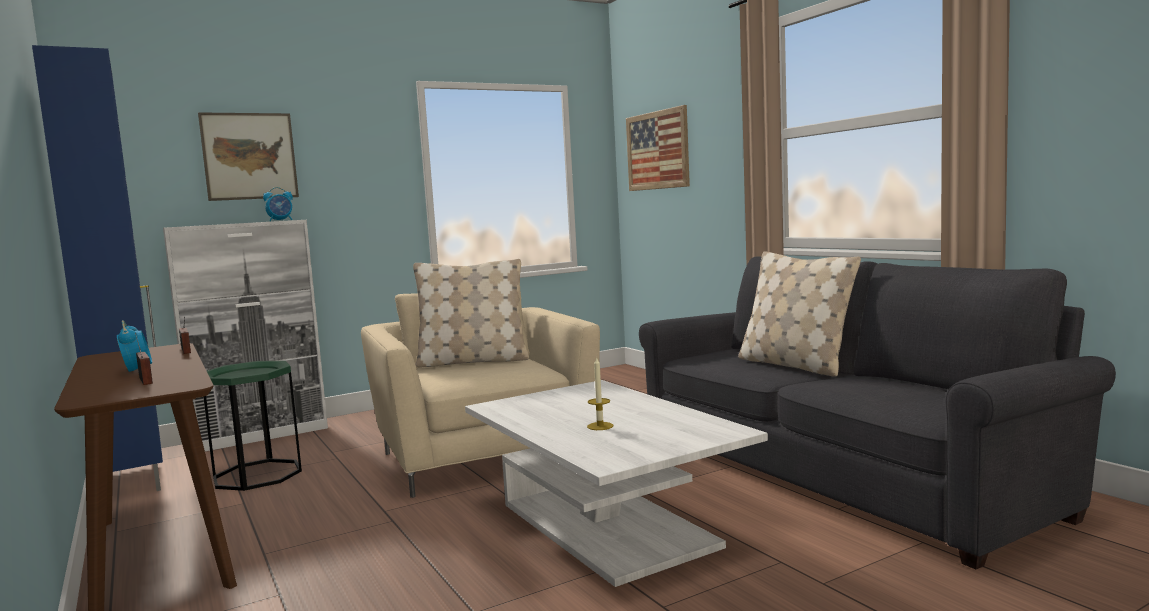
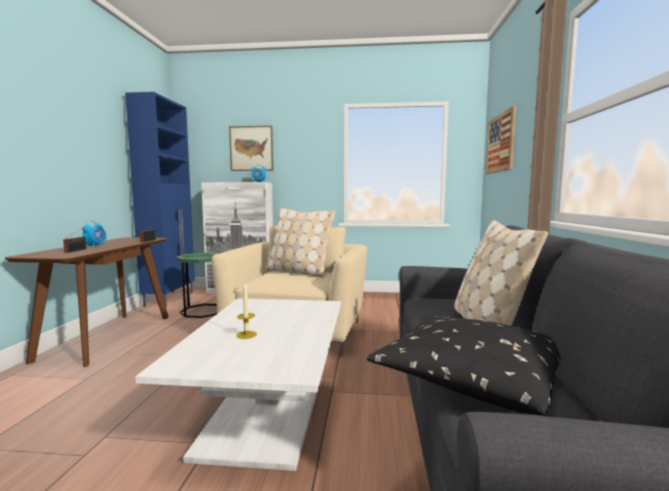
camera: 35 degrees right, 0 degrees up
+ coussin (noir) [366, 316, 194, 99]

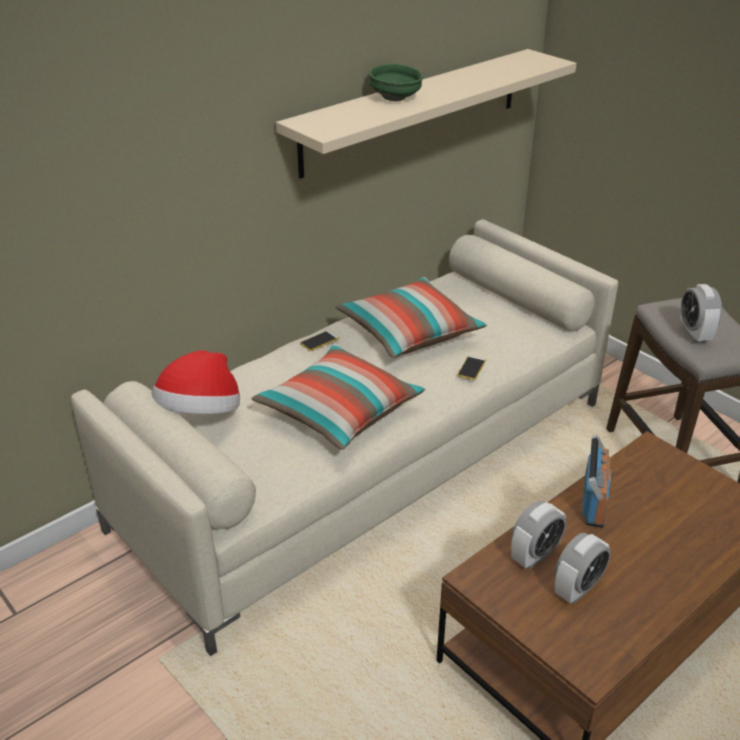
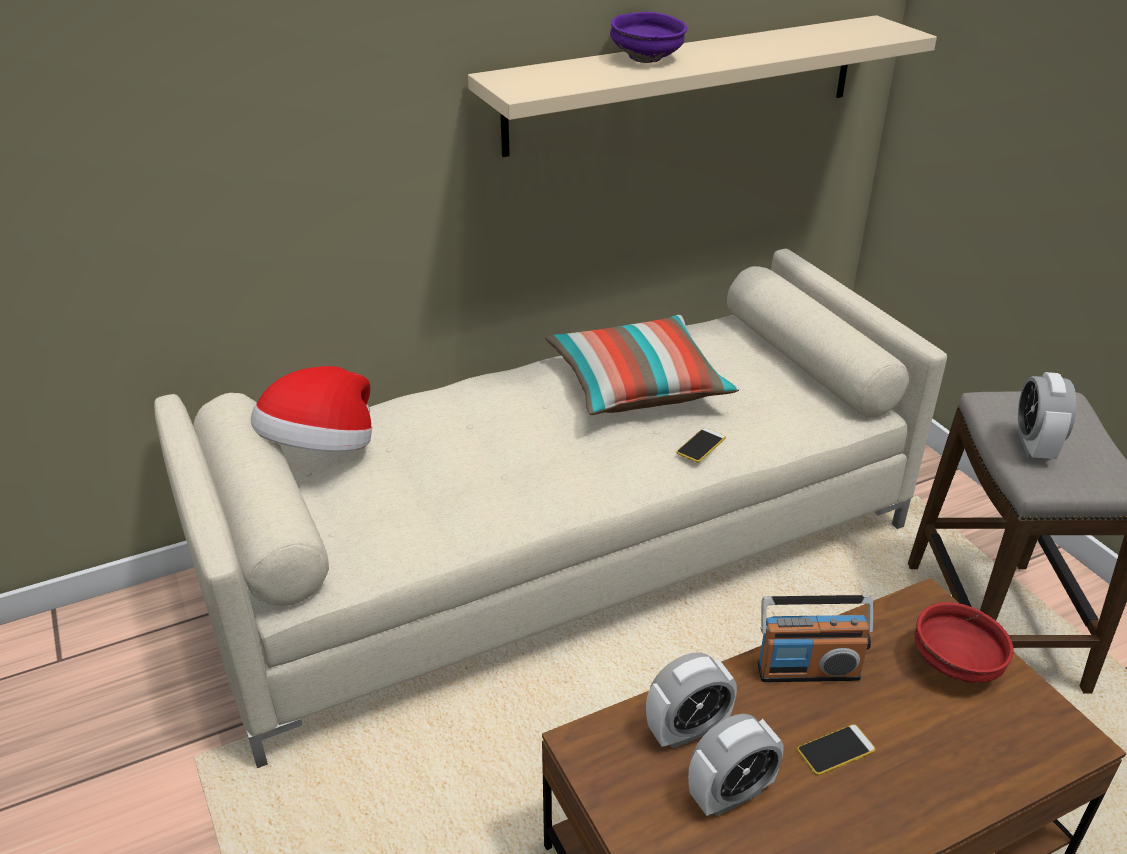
camera: 15 degrees right, 0 degrees up
- coussin [251, 344, 174, 106]
~ téléphone [300, 330, 39, 21] to [797, 724, 79, 51]
~ bol (vert) [368, 64, 55, 37] to bol (violet) [610, 12, 77, 51]
~ radio [582, 435, 30, 93] = [757, 595, 116, 87] 60 degrees clockwise
+ bol (rouge) [915, 602, 99, 81]

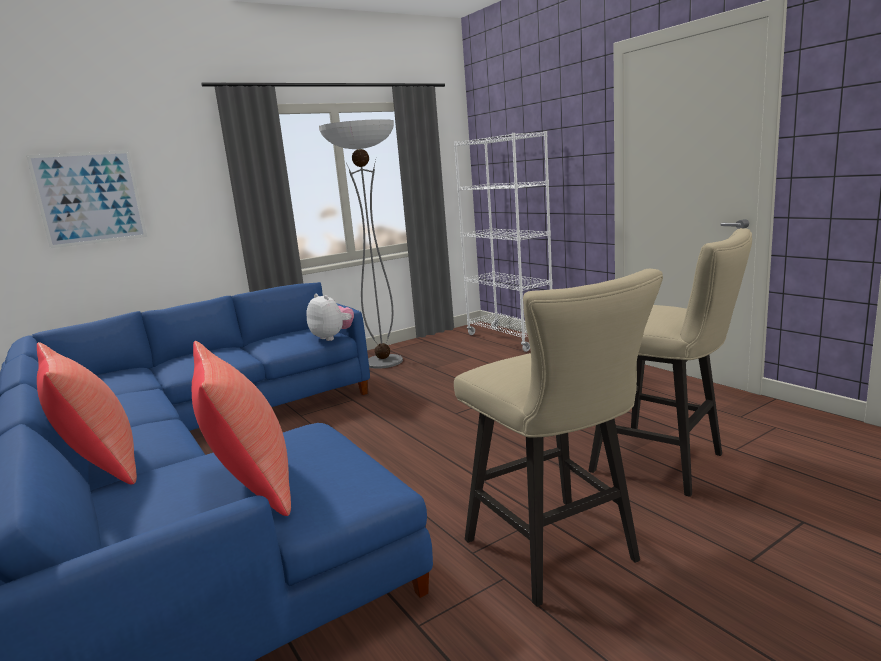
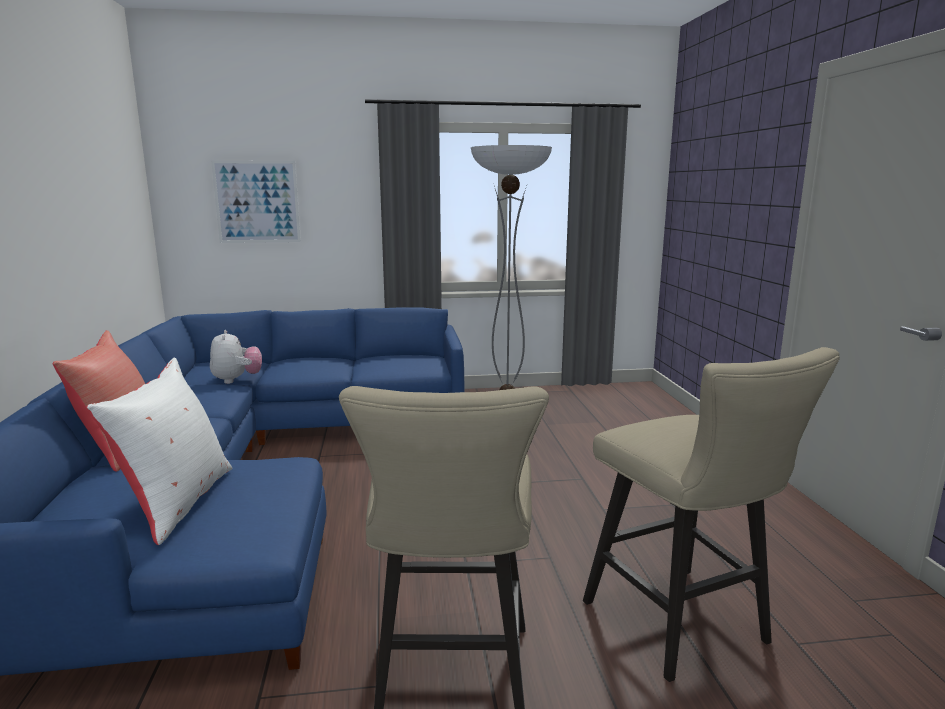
camera: 25 degrees right, 0 degrees up
~ coussin (rouge) [192, 341, 99, 175] to coussin (blanc) [86, 358, 146, 187]
~ peluche [306, 294, 48, 47] to [210, 330, 52, 54]
- bibliothèque (blanc) [454, 131, 98, 221]

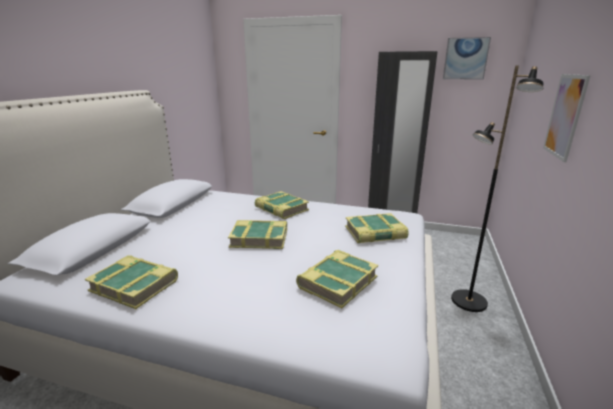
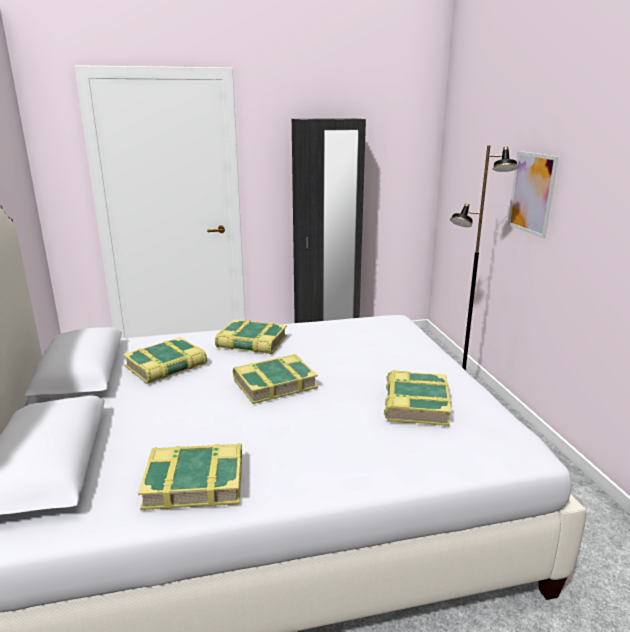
camera: 30 degrees left, 0 degrees up
~ livre [345, 213, 64, 30] to [123, 337, 84, 47]
- tableau [443, 37, 48, 43]

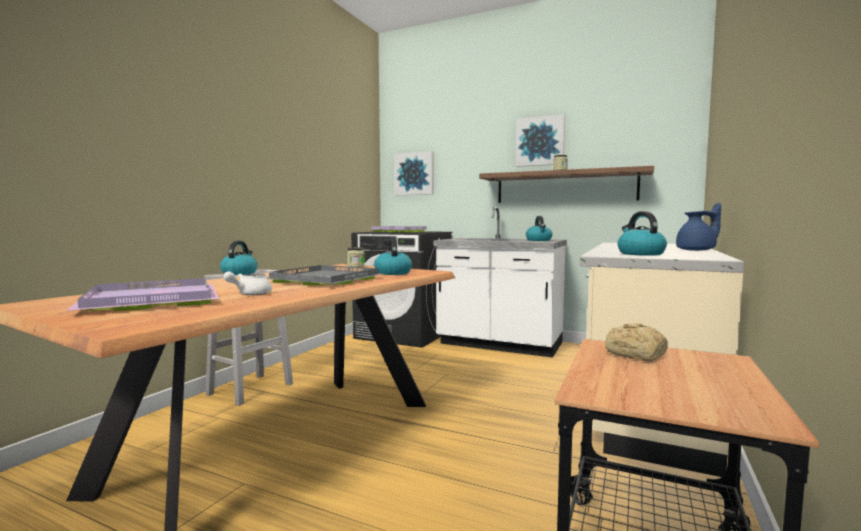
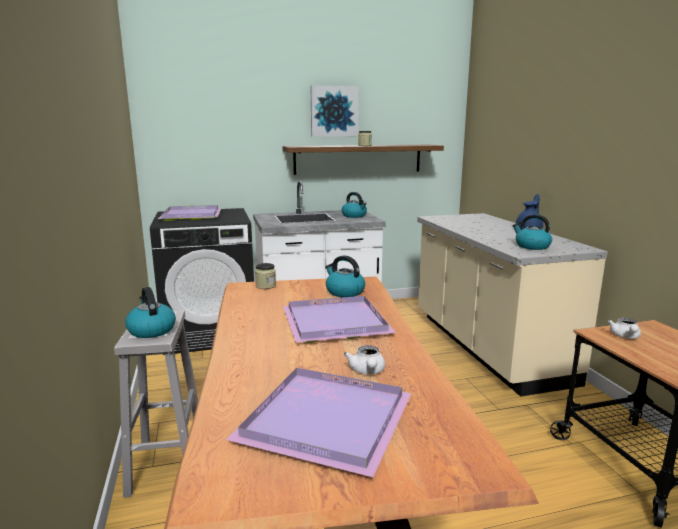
camera: 40 degrees left, 10 degrees up
~ plateau (gris) [266, 265, 118, 21] to plateau (violet) [283, 296, 113, 47]
- tableau [395, 151, 39, 44]
~ pain [605, 323, 63, 39] to théière (blanc) [608, 318, 33, 21]

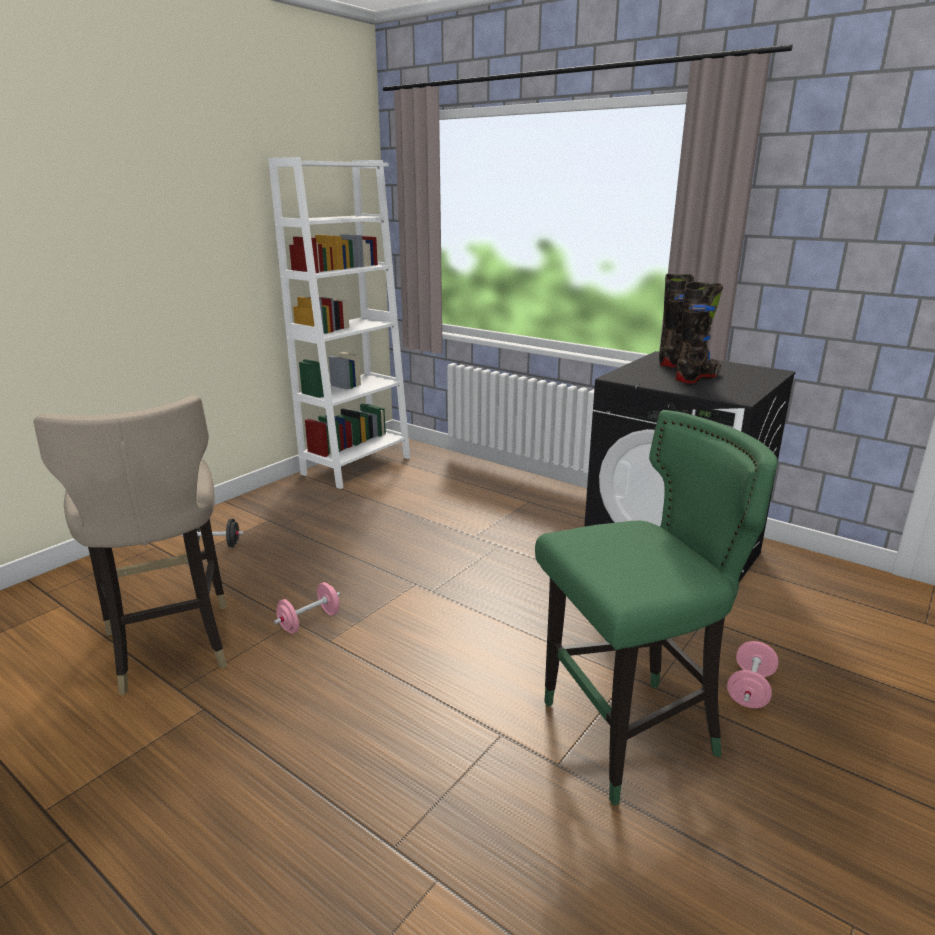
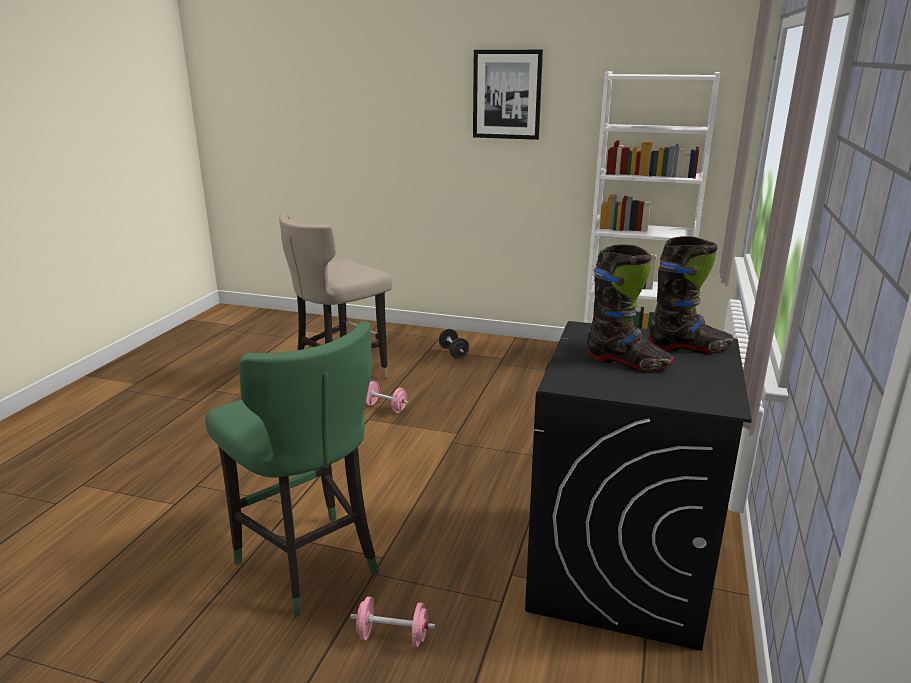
camera: 70 degrees right, 0 degrees up
+ tableau [473, 50, 70, 90]

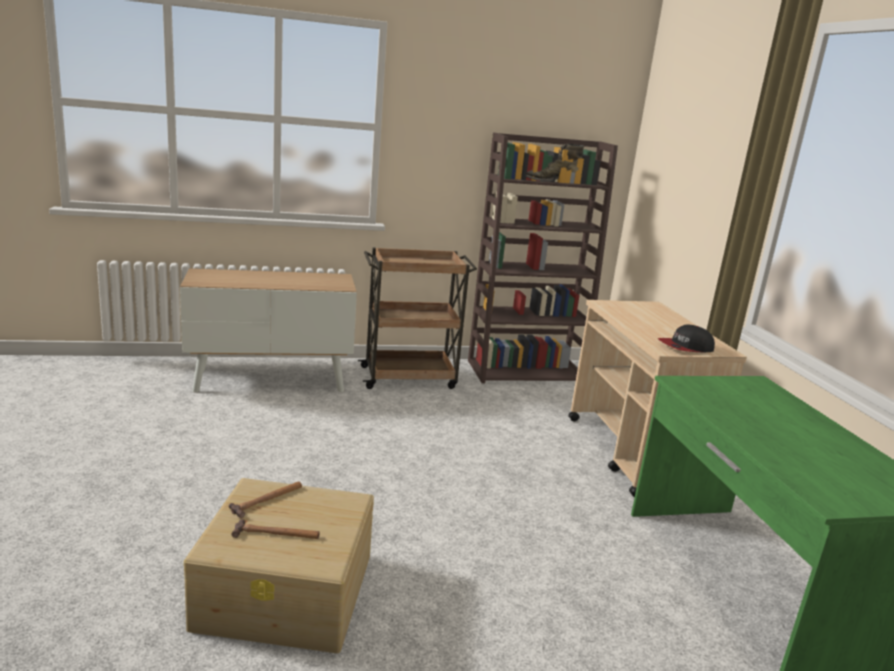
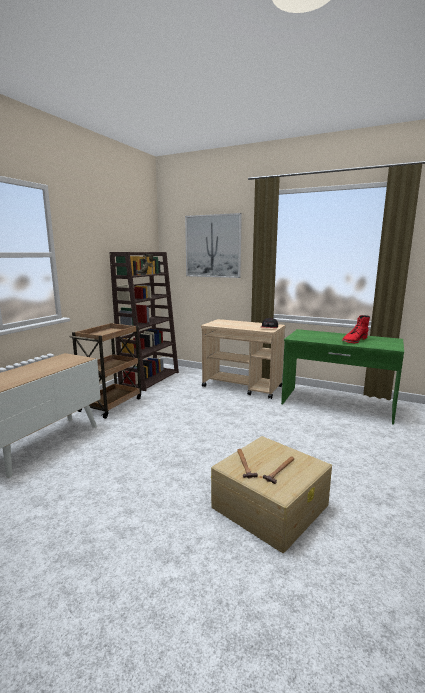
camera: 50 degrees left, 5 degrees down
+ tableau [185, 213, 57, 65]
+ botte (rouge) [342, 315, 28, 28]

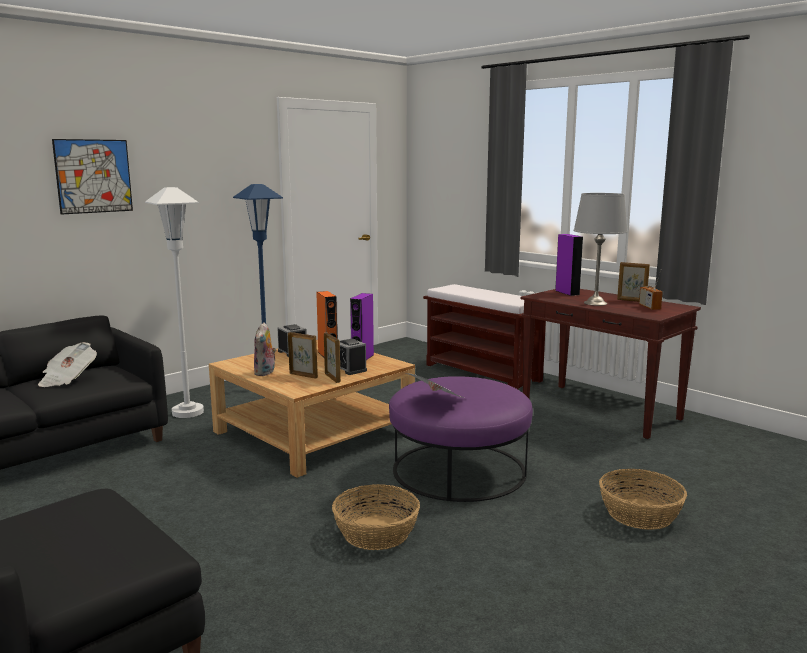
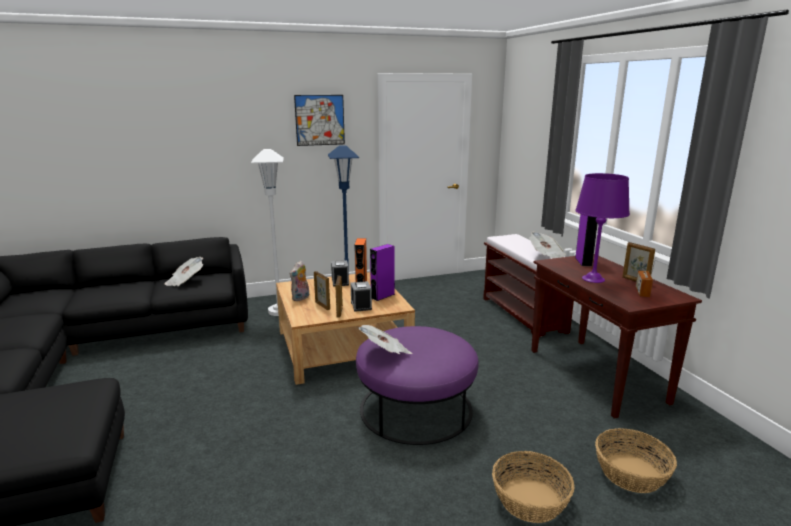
camera: 25 degrees right, 5 degrees up
~ tableau [52, 139, 81, 76] to [294, 95, 51, 51]
~ panier [332, 484, 88, 66] to [595, 428, 82, 65]
~ lampe de table (gris) [574, 193, 54, 113] to lampe de table (violet) [575, 173, 55, 110]
+ journal [529, 232, 37, 27]

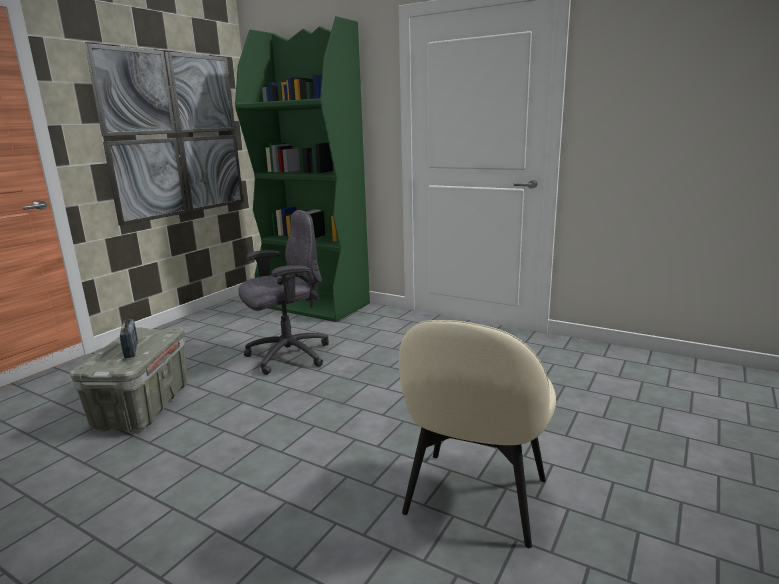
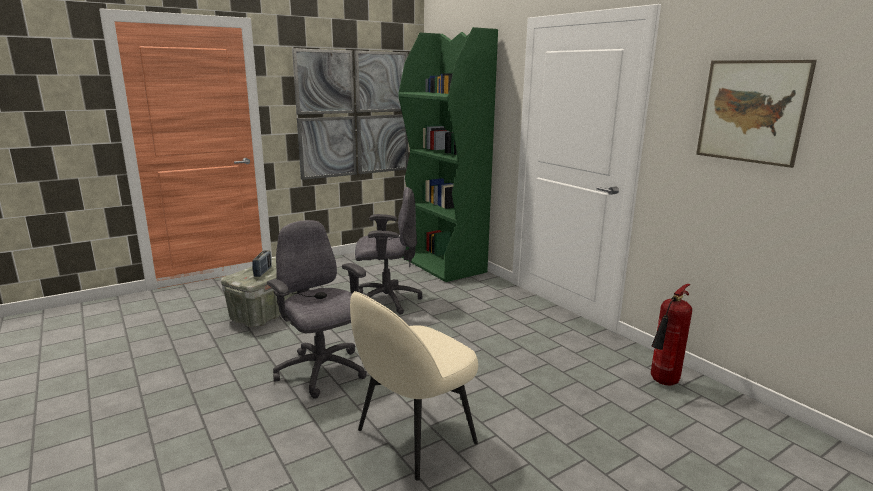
camera: 25 degrees right, 0 degrees up
+ chaise de bureau (gris) [267, 220, 100, 179]
+ extincteur [651, 284, 41, 101]
+ tableau [696, 60, 121, 108]

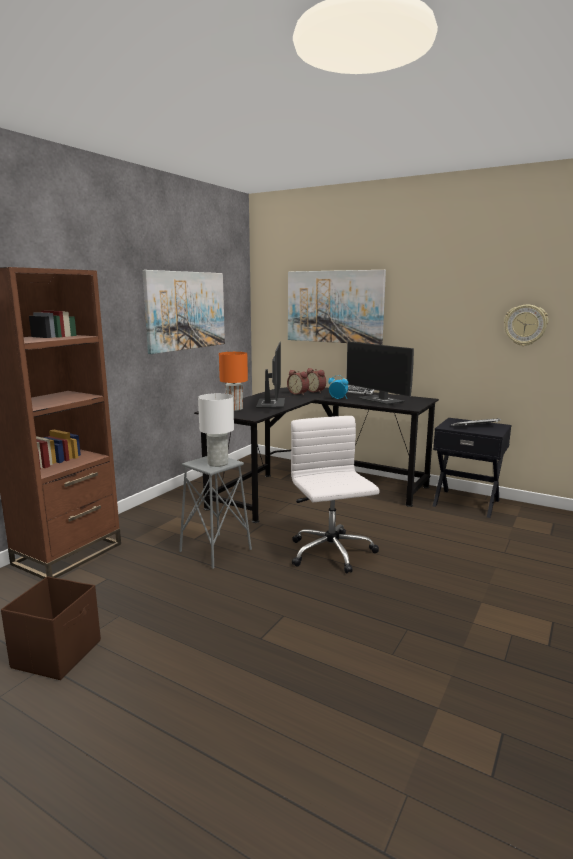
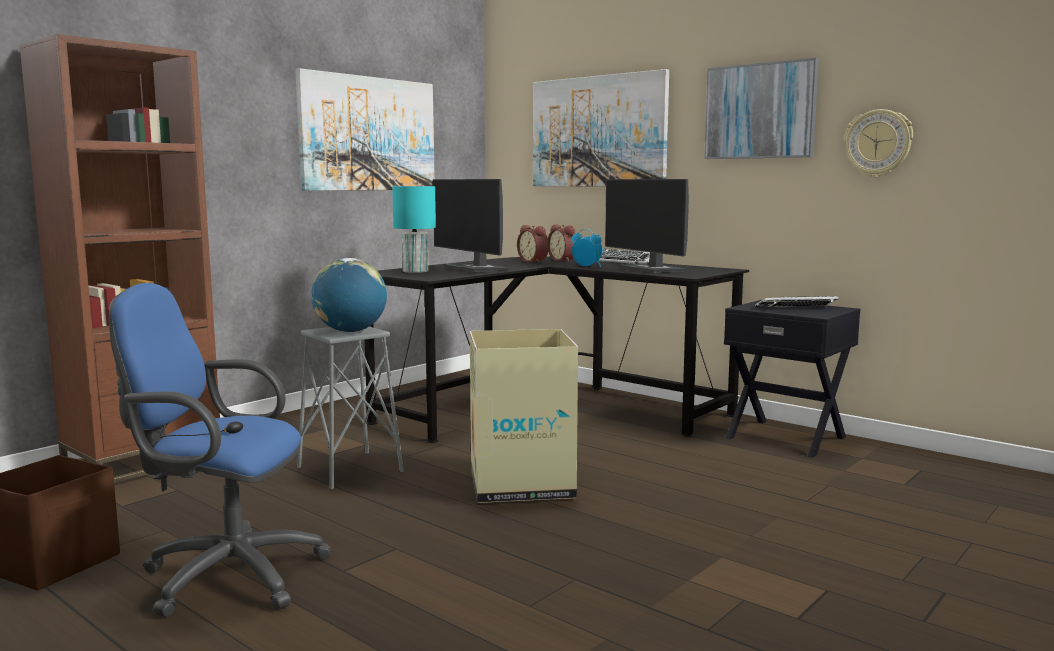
camera: 10 degrees right, 5 degrees down
~ lampe de table (blanc) [198, 393, 36, 74] to globe [311, 258, 76, 74]
~ lampe de table (orange) [219, 352, 29, 59] to lampe de table (turquoise) [392, 186, 44, 87]
~ écran d'ordinateur [256, 342, 29, 67] = [433, 179, 76, 93] 135 degrees clockwise
~ chaise de bureau (blanc) [291, 416, 89, 158] to carton [470, 329, 108, 174]
+ chaise de bureau (bleu) [109, 283, 223, 334]
+ tableau [704, 58, 115, 101]

